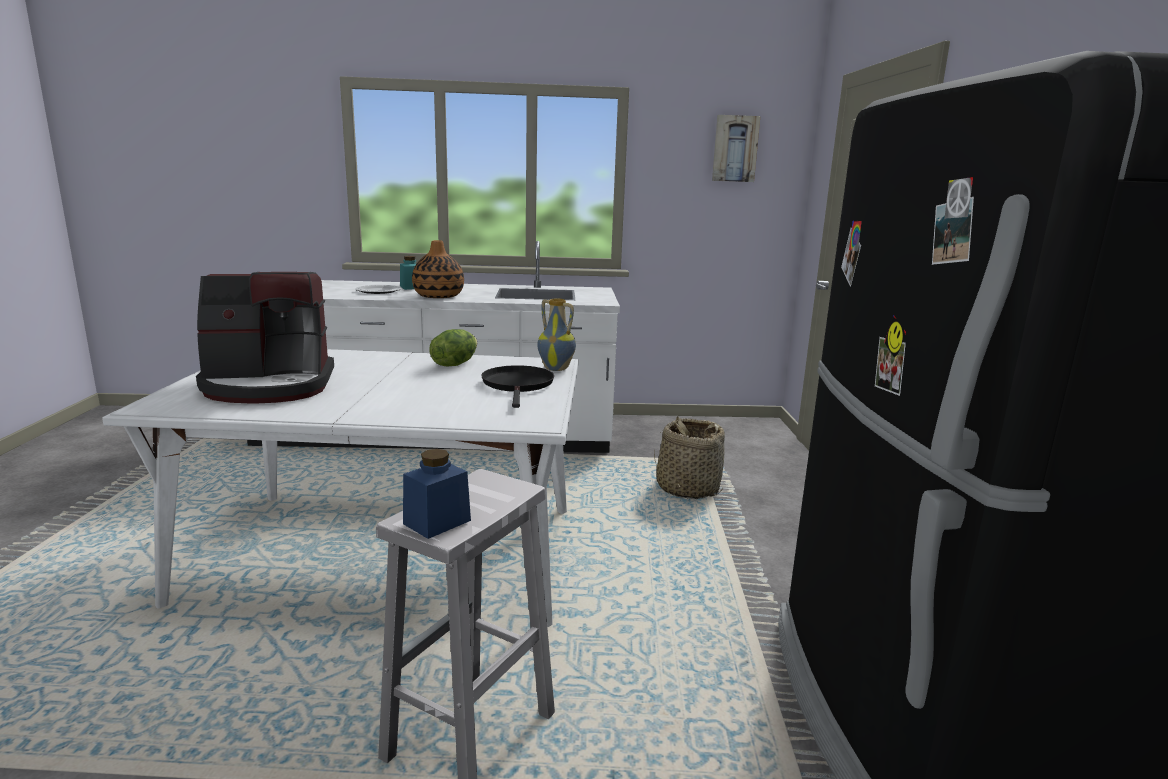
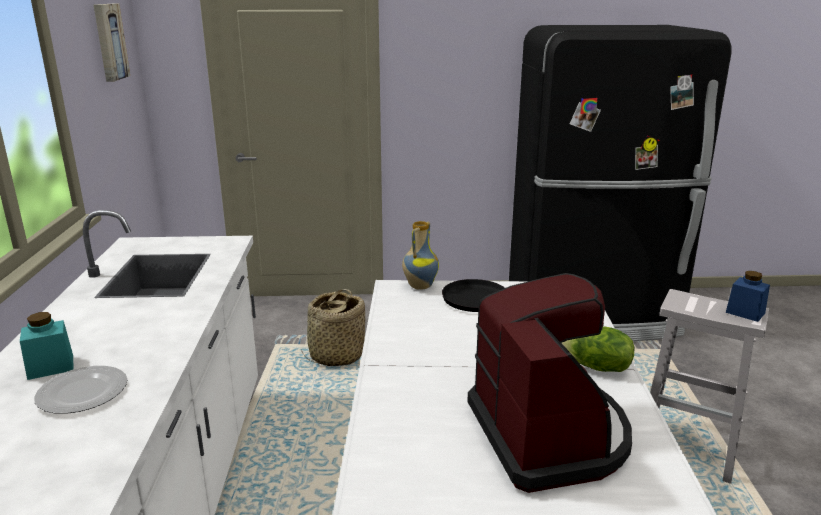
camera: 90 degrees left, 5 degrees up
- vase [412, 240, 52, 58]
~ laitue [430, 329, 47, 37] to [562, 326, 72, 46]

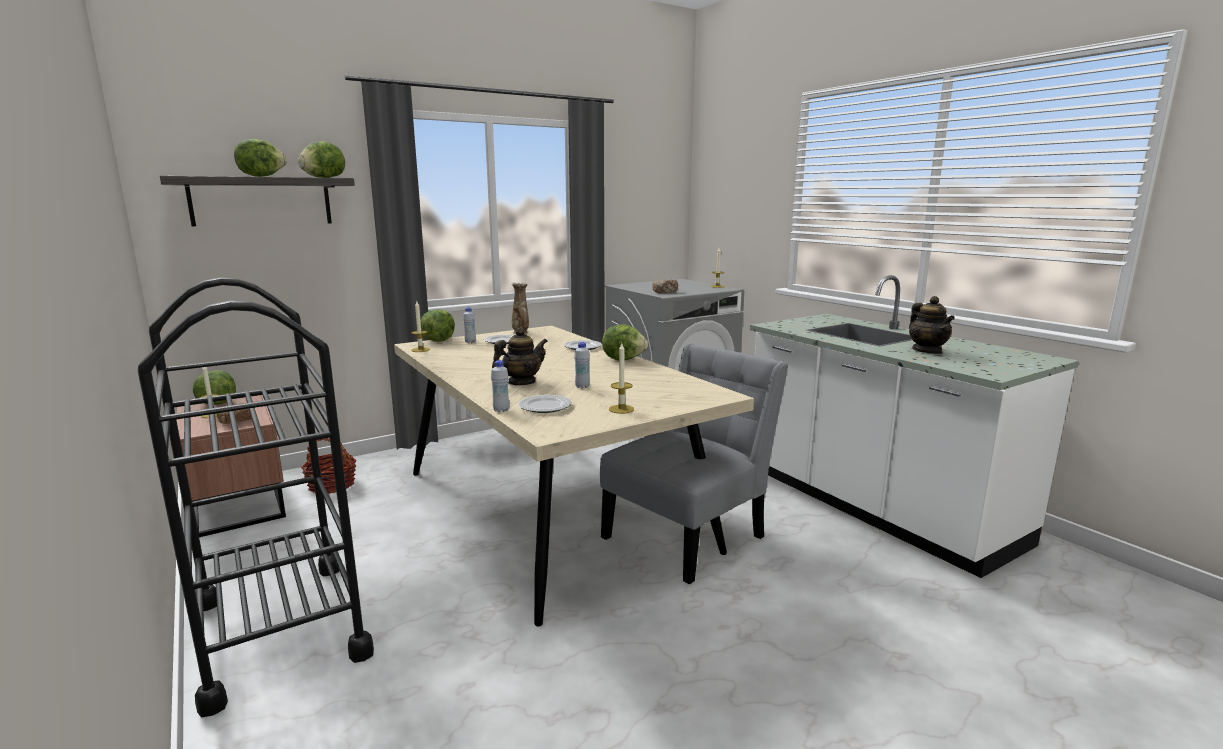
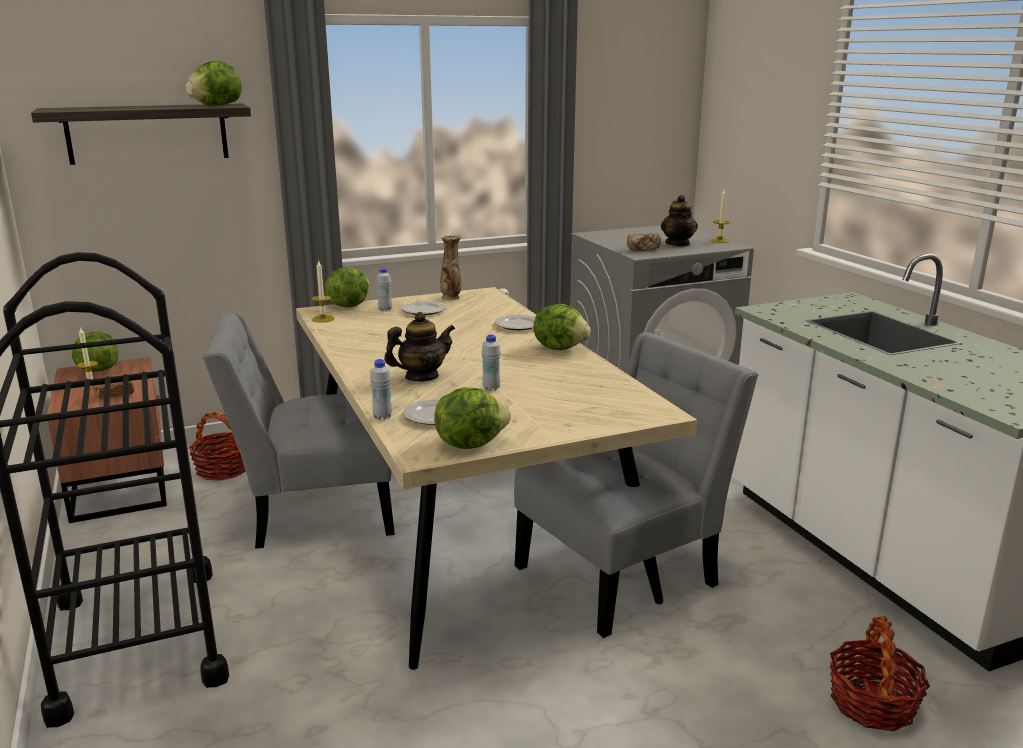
camera: 10 degrees right, 5 degrees up
~ laitue [234, 139, 53, 38] to [434, 387, 77, 62]
- bougie [609, 343, 25, 71]
~ théière [909, 296, 46, 58] to [661, 195, 37, 51]
+ chaise (gris) [203, 311, 192, 238]
+ panier [830, 616, 100, 116]

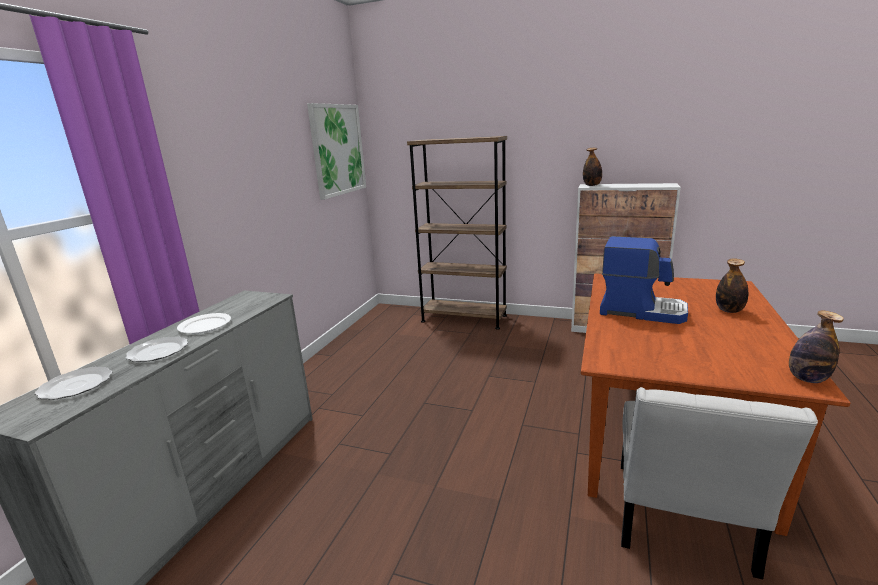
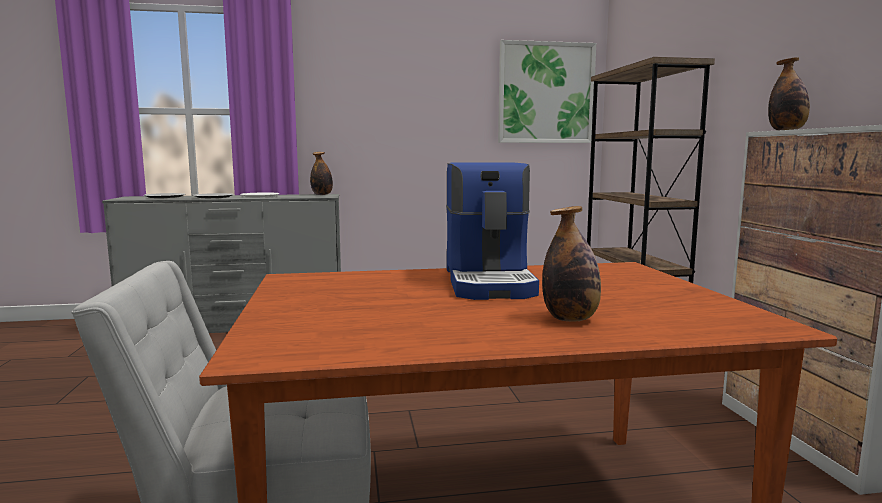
camera: 60 degrees right, 10 degrees down
~ bouteille [789, 311, 55, 72] to [310, 152, 23, 43]

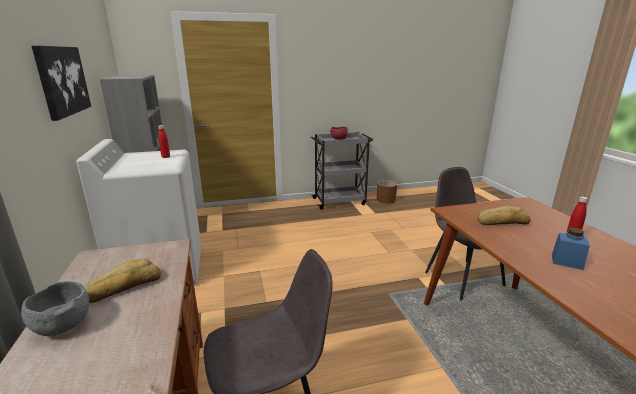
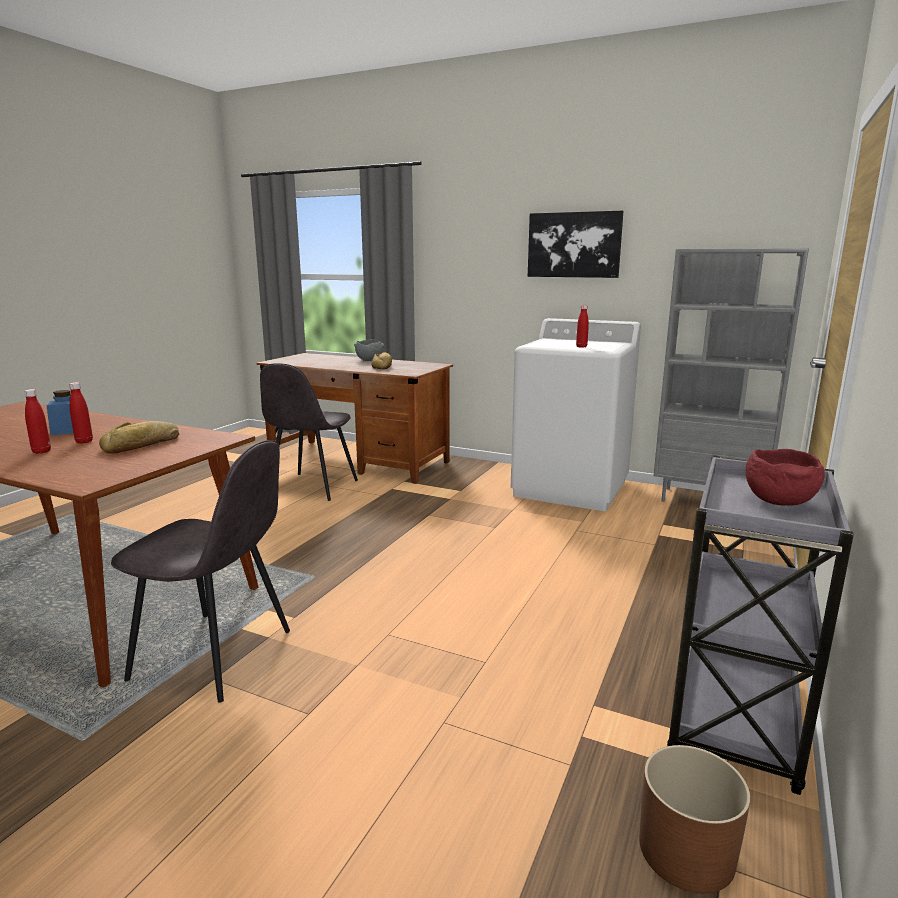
camera: 130 degrees right, 5 degrees down
+ bouteille (rouge) [69, 382, 24, 62]

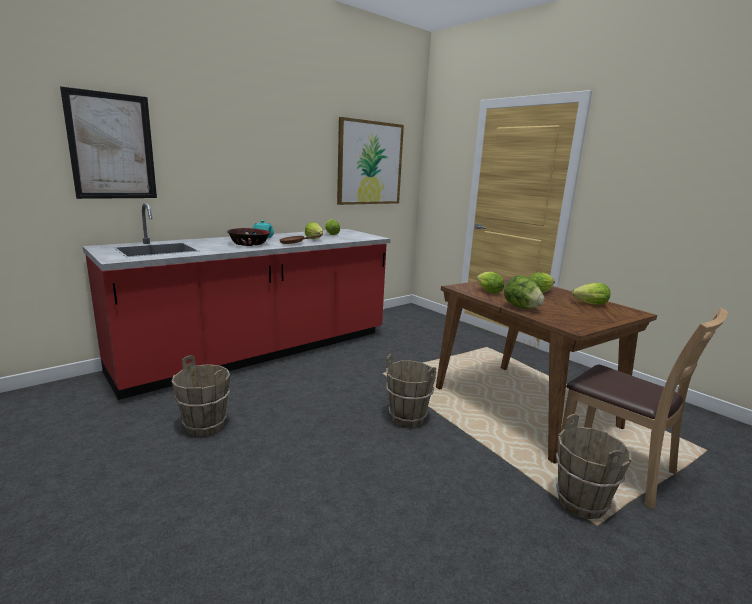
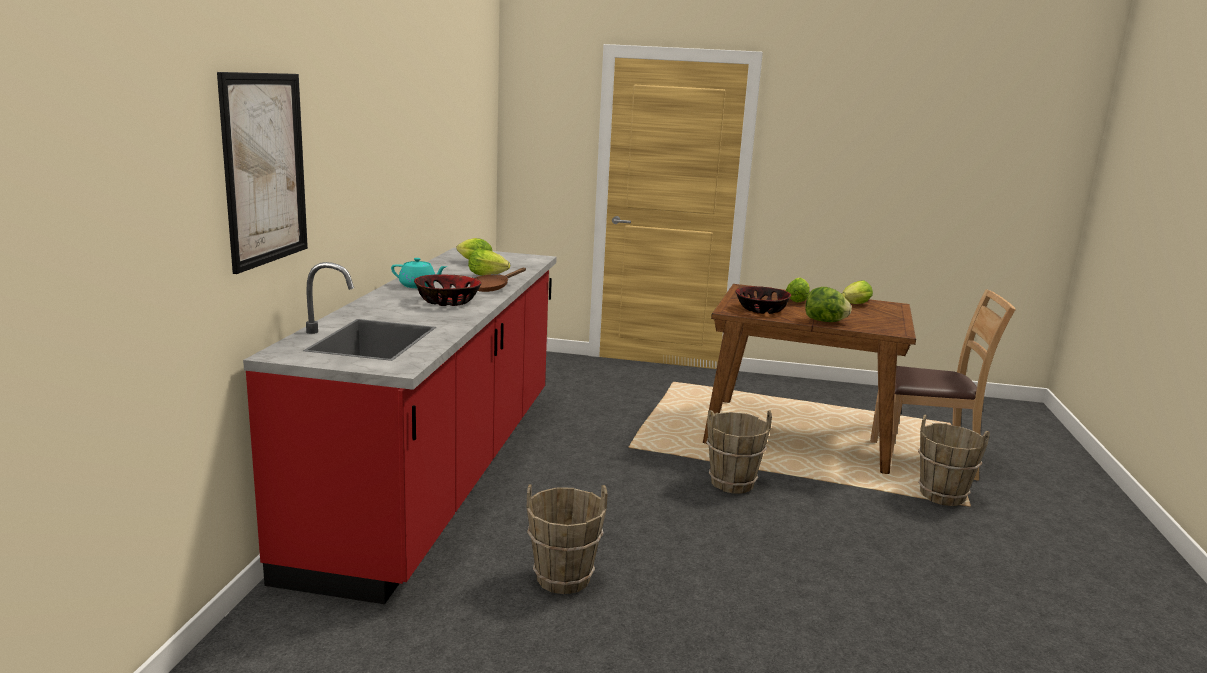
camera: 40 degrees left, 0 degrees up
- tableau [337, 117, 67, 88]
~ laitue [476, 272, 28, 22] to bol [736, 286, 55, 28]

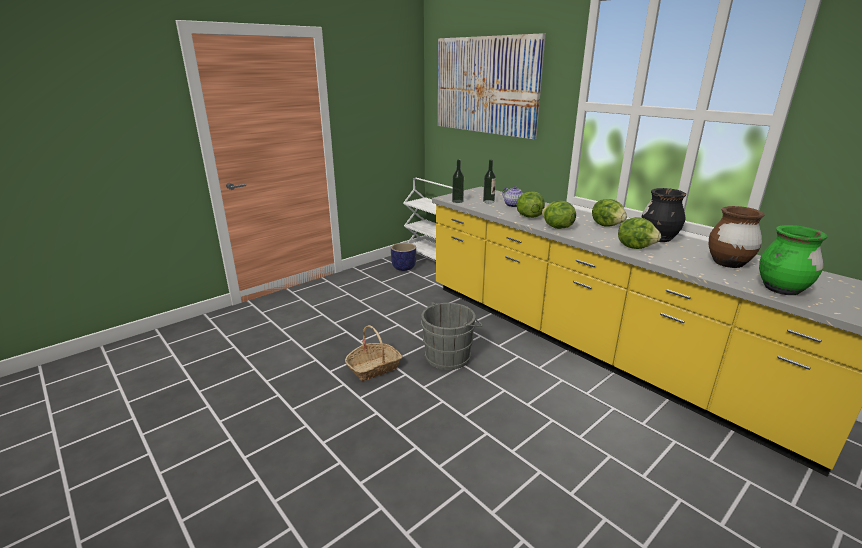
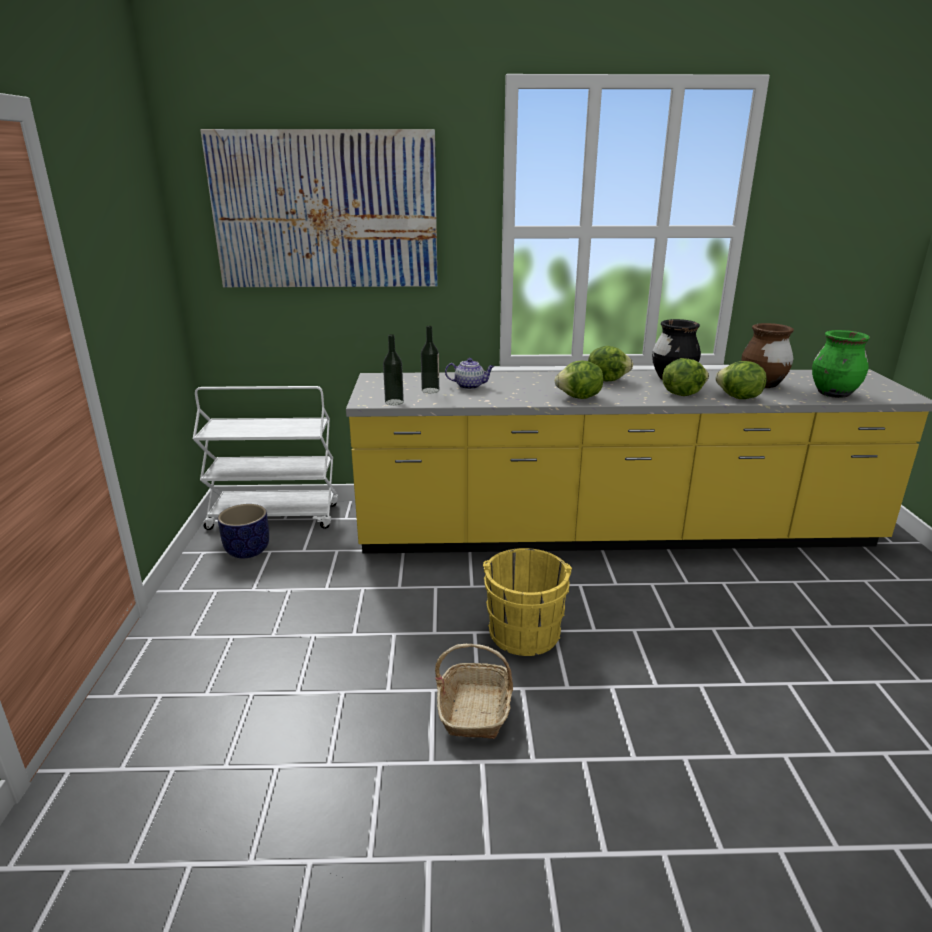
camera: 50 degrees left, 0 degrees up
~ seau (gris) [421, 302, 62, 68] to seau (jaune) [483, 548, 89, 108]
~ laitue [517, 191, 28, 27] to [715, 361, 52, 38]

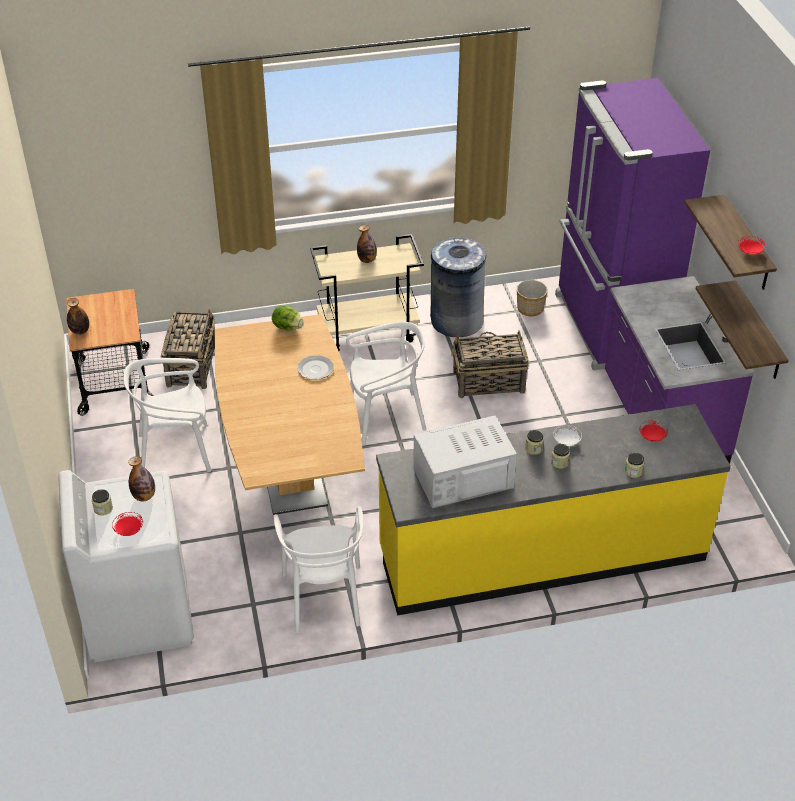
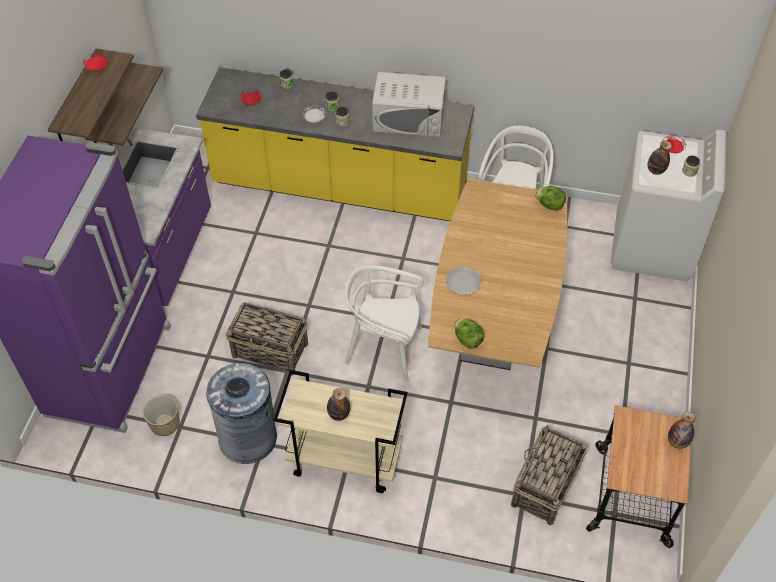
camera: 155 degrees left, 10 degrees up
- chaise (blanc) [124, 358, 87, 114]
+ laitue [535, 186, 31, 25]

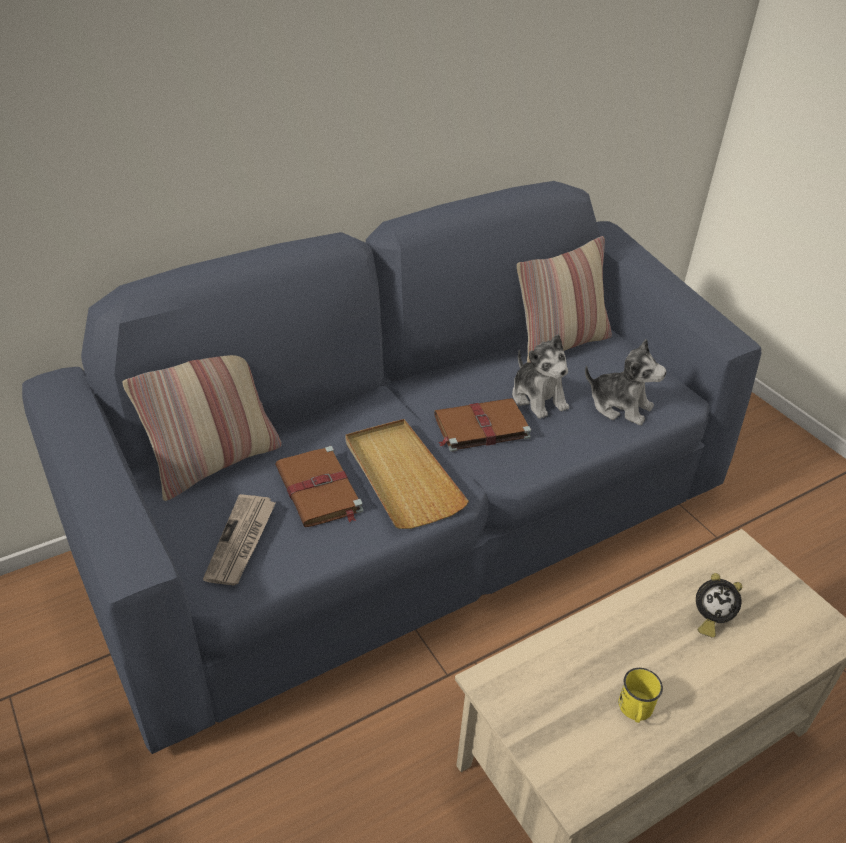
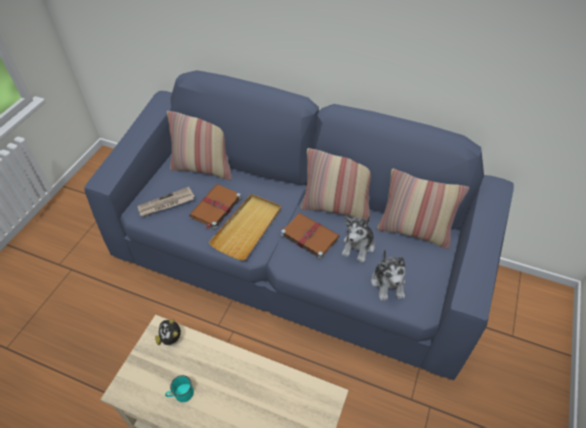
camera: 55 degrees right, 10 degrees up
~ mug (jaune) [619, 668, 44, 55] to mug (turquoise) [165, 375, 29, 27]
~ réveil [696, 573, 46, 64] to [155, 319, 26, 26]
+ coussin [301, 148, 70, 73]

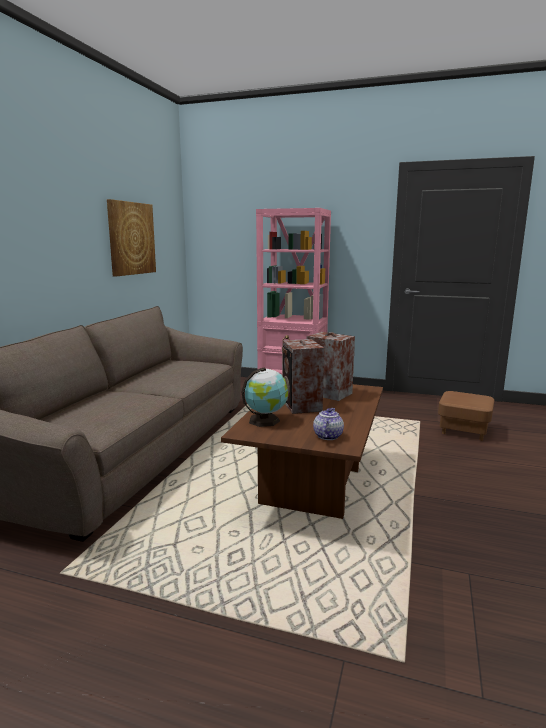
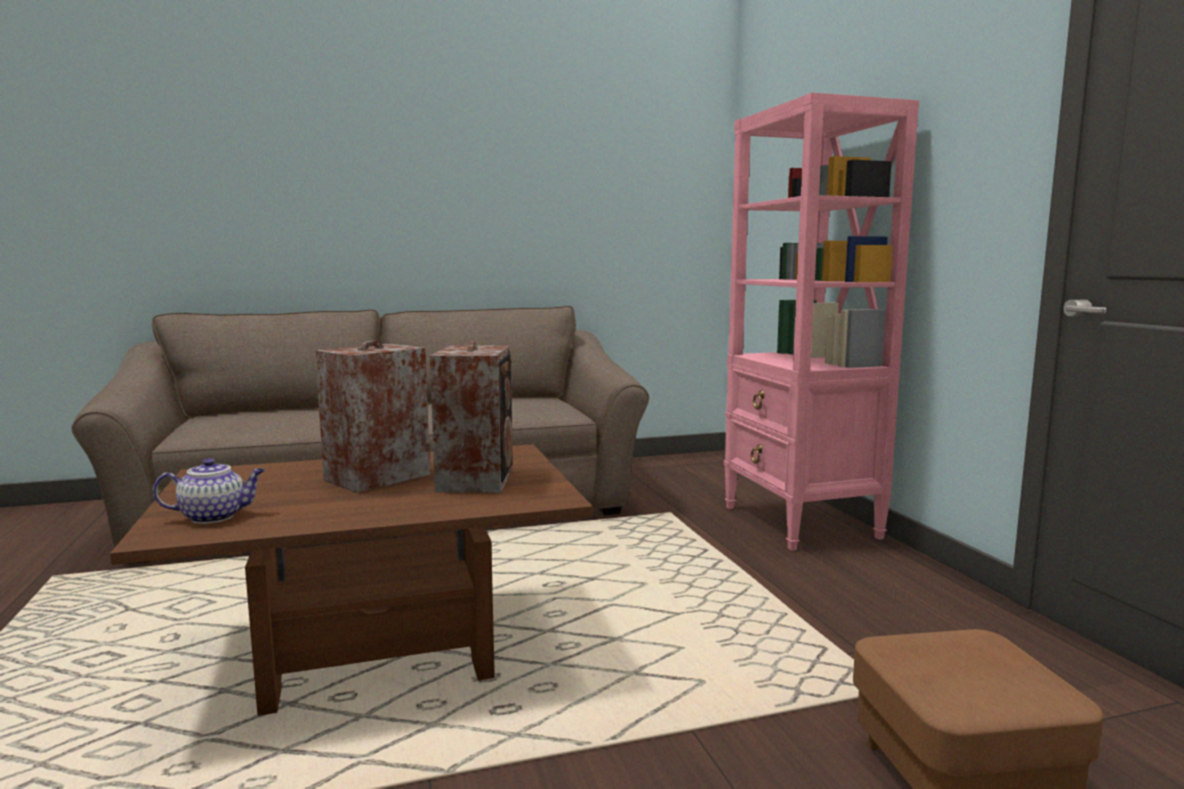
camera: 55 degrees right, 5 degrees down
- tableau [107, 199, 49, 78]
- globe [241, 368, 47, 59]

